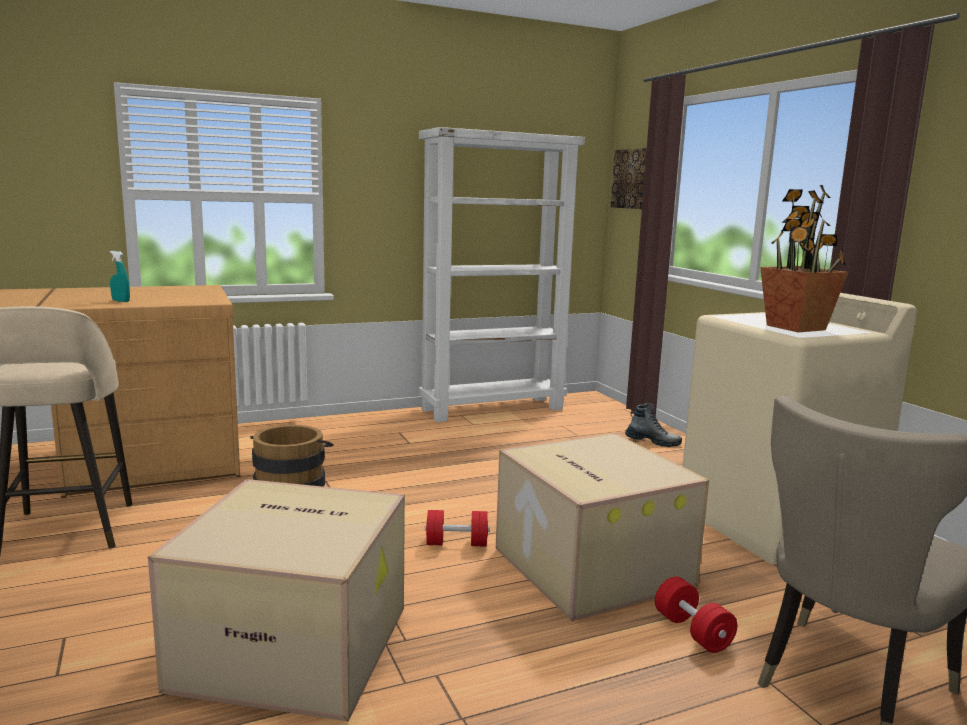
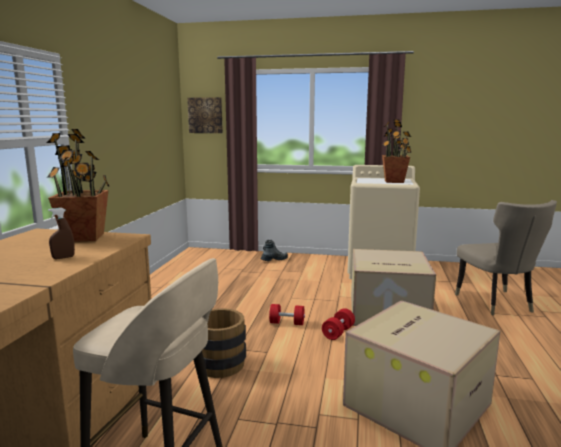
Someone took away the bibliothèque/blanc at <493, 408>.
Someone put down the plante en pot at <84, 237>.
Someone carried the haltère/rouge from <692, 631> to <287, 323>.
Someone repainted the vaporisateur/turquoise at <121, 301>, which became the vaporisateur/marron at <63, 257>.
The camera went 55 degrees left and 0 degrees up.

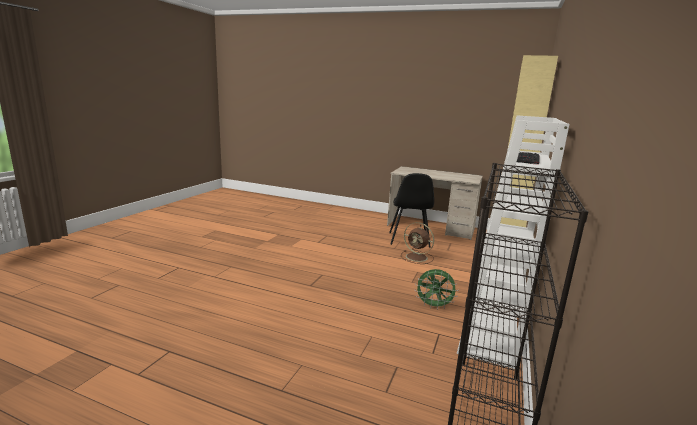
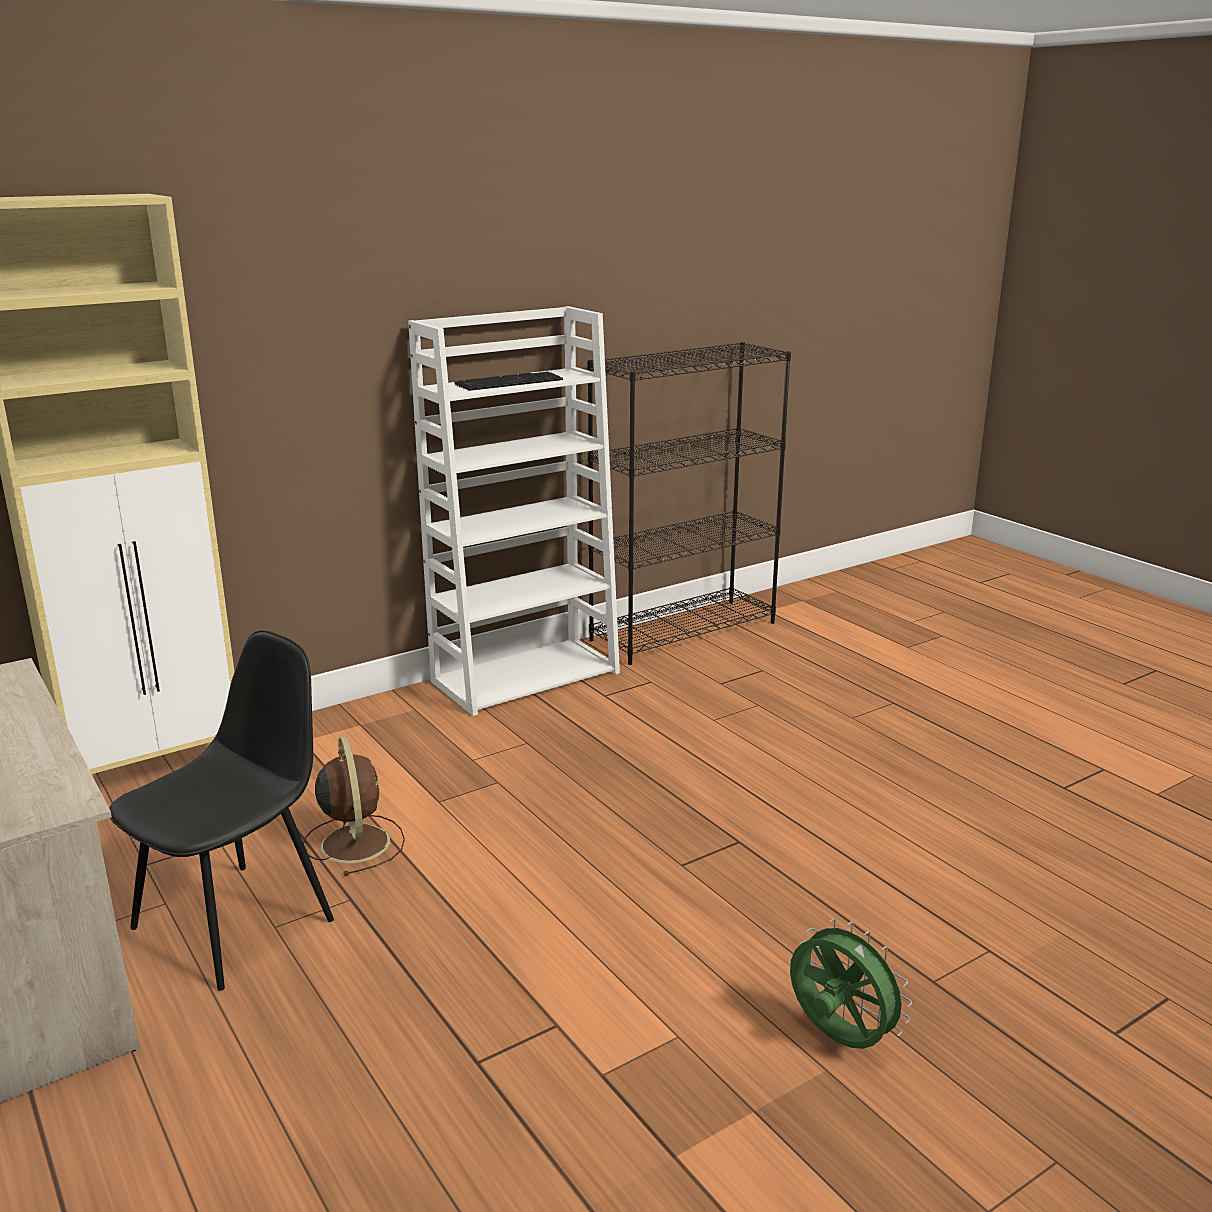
Someone carried the ventilateur/vert from <434, 306> to <838, 1039>.
The camera went 145 degrees left and 5 degrees up.

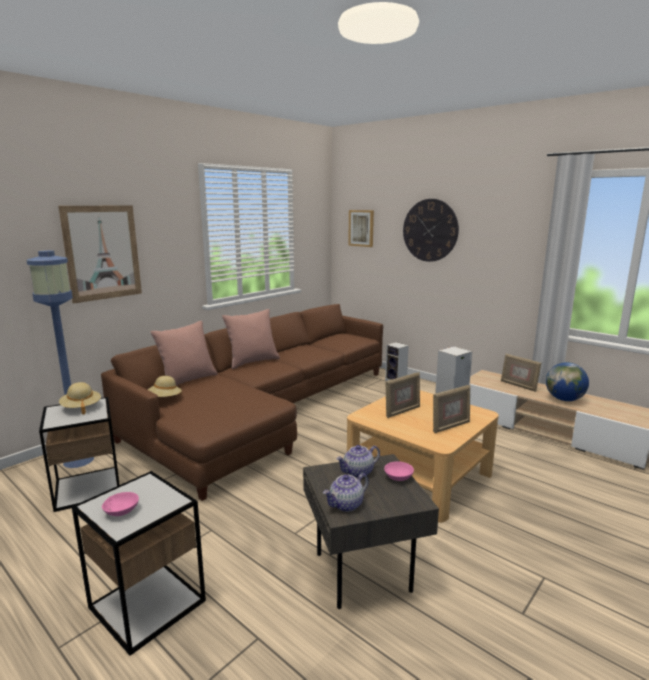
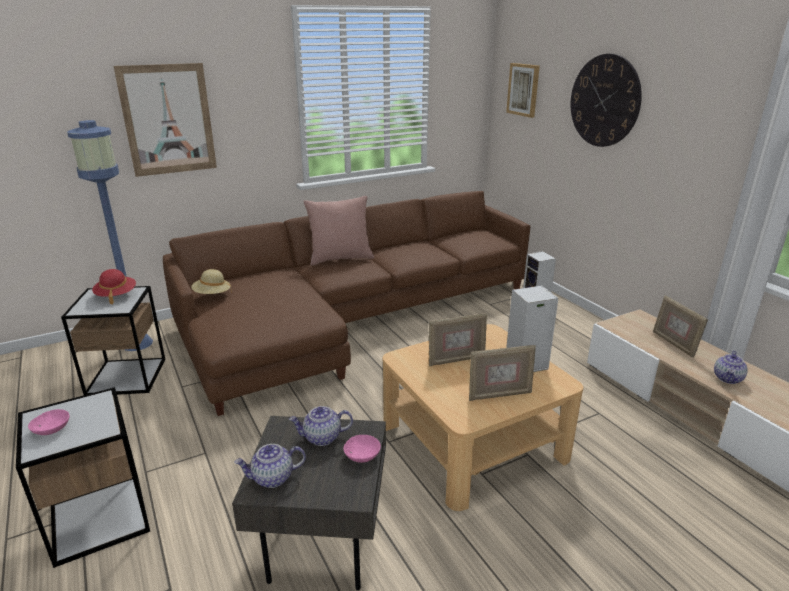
Someone took away the coussin/rose at <187, 380>.
Someone swapped the globe at <564, 399> for the théière at <728, 378>.
Someone repainted the chapeau/beige at <81, 407>, which became the chapeau/rouge at <116, 295>.
The camera went 20 degrees right and 10 degrees up.

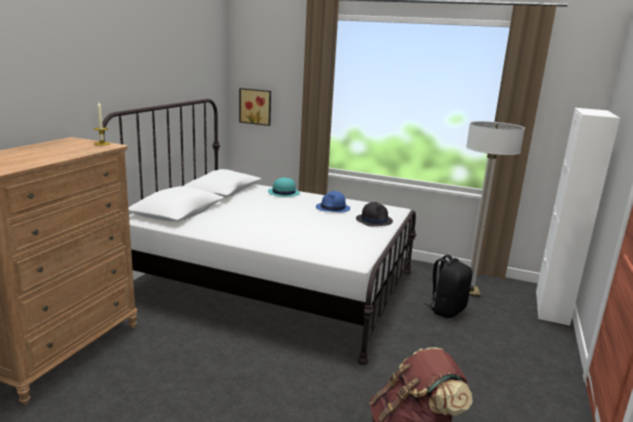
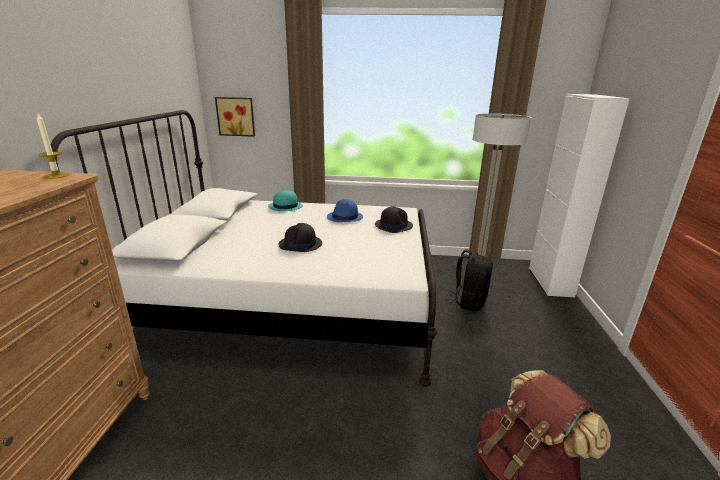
Someone put down the chapeau/noir at <300, 244>.
The camera went 15 degrees left and 5 degrees up.

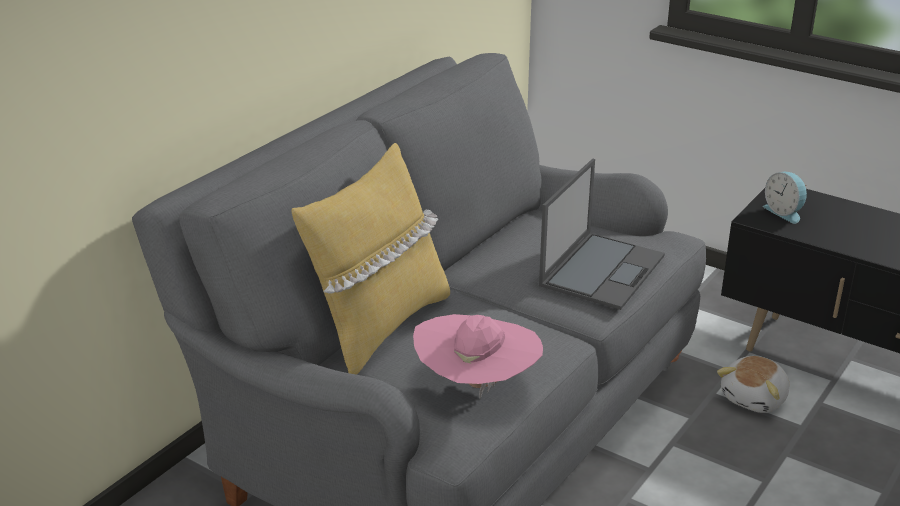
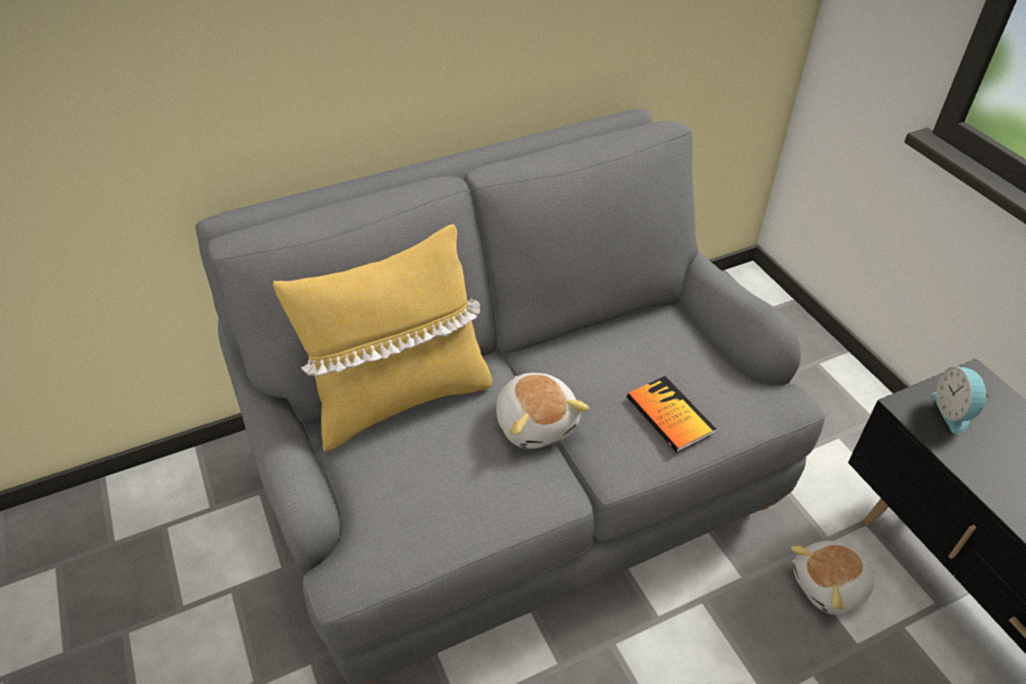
Someone took away the chapeau/rose at <477, 386>.
Someone put down the peluche at <537, 423>.
Someone swapped the ordinateur portable at <602, 270> for the livre at <669, 415>.
The camera went 30 degrees right and 15 degrees up.

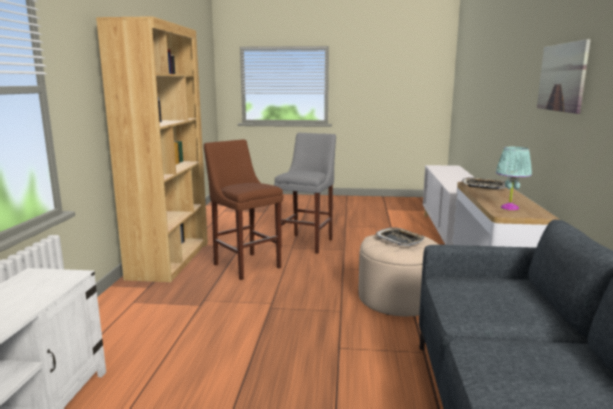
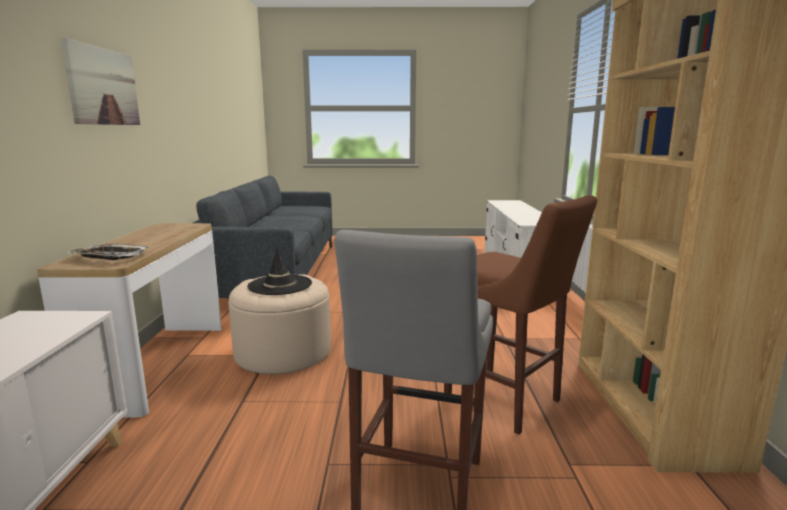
Someone took away the lampe de table/turquoise at <509, 208>.
Someone swapped the plateau at <399, 240> for the chapeau/noir at <280, 285>.
The camera went 175 degrees right and 0 degrees up.

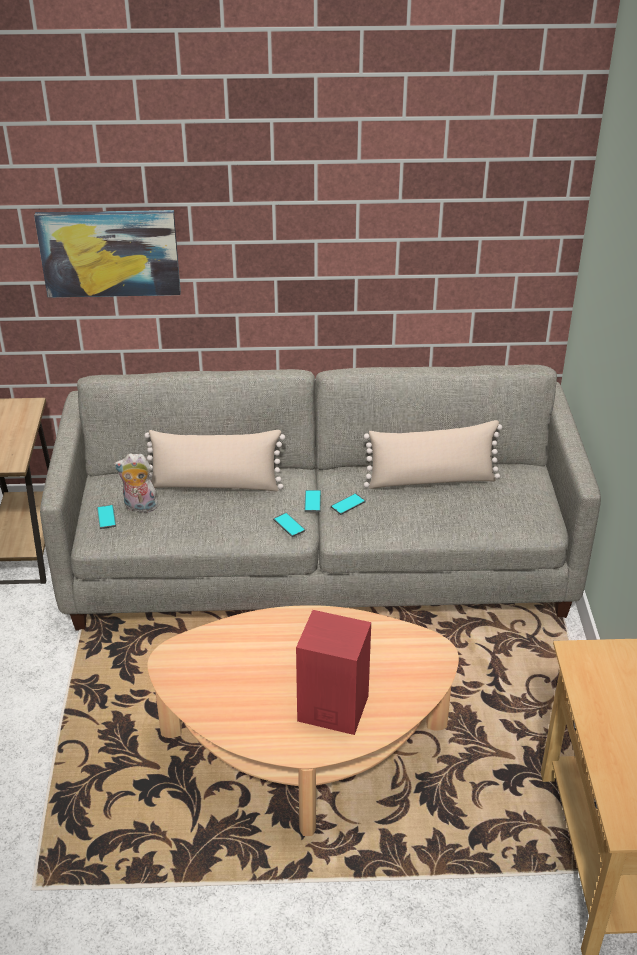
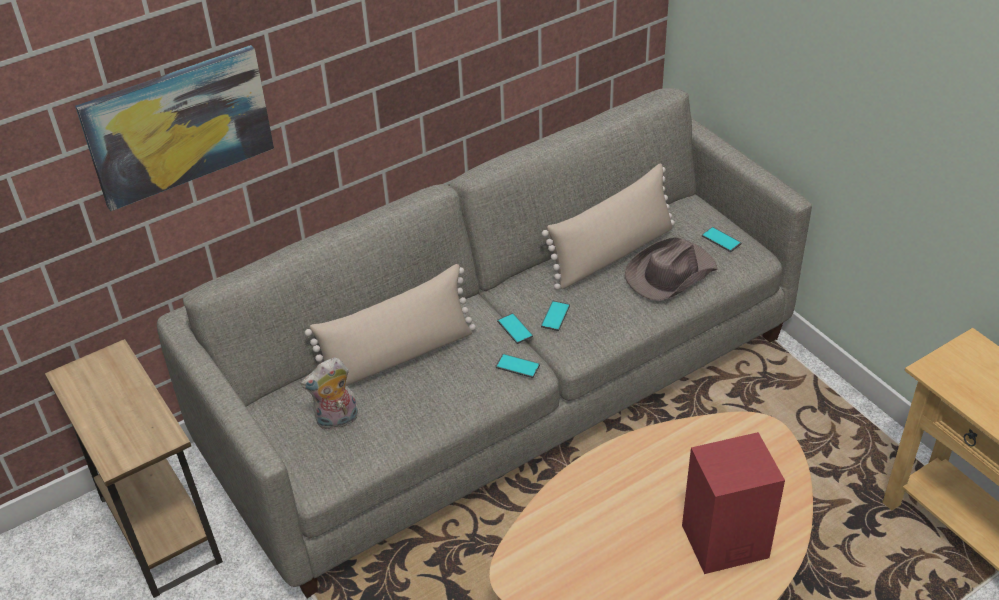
Someone put down the chapeau/marron at <669, 274>.
Someone carried the téléphone from <106, 517> to <721, 240>.
The camera went 30 degrees left and 5 degrees up.

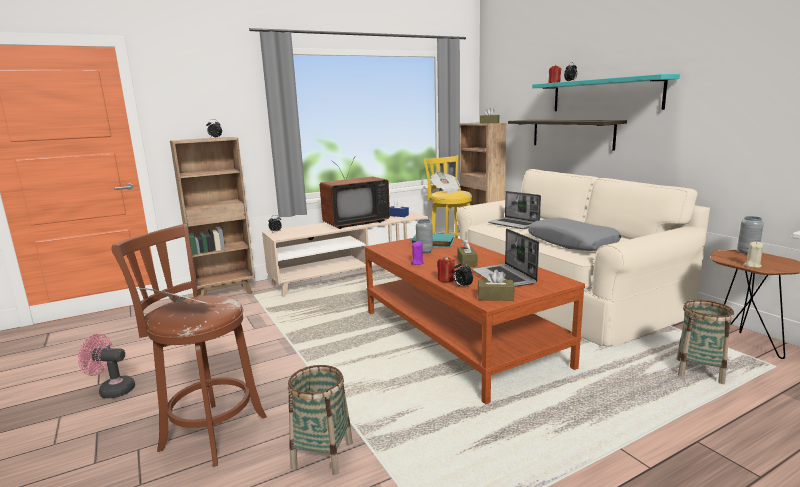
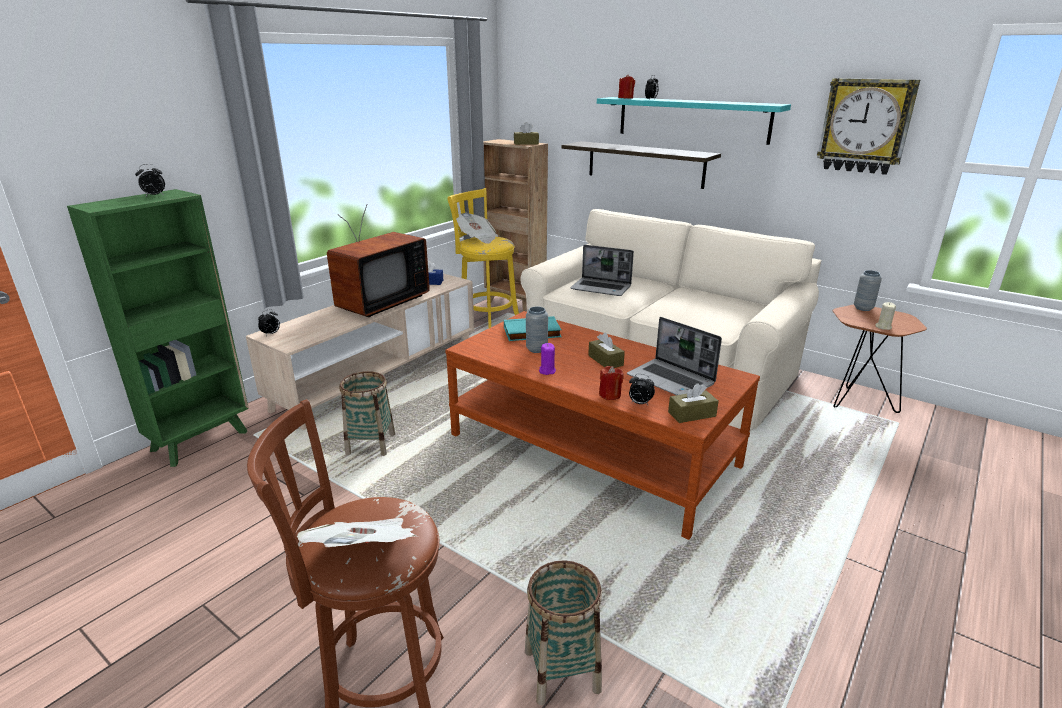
Someone took away the ventilateur/rose at <112, 390>.
Someone took away the coussin/gris at <572, 243>.
Someone put up the horloge murale at <865, 126>.
Someone carried the panier from <699, 371> to <371, 444>.
Someone repainted the bibliothèque/marron at <226, 293>, which became the bibliothèque/vert at <202, 440>.
The camera went 25 degrees left and 10 degrees up.

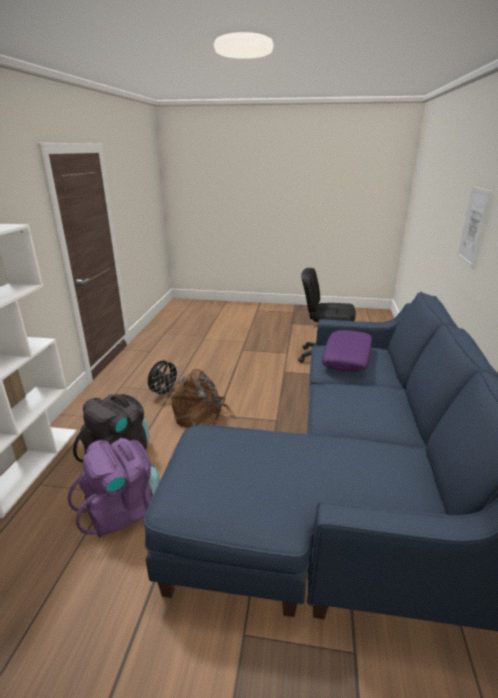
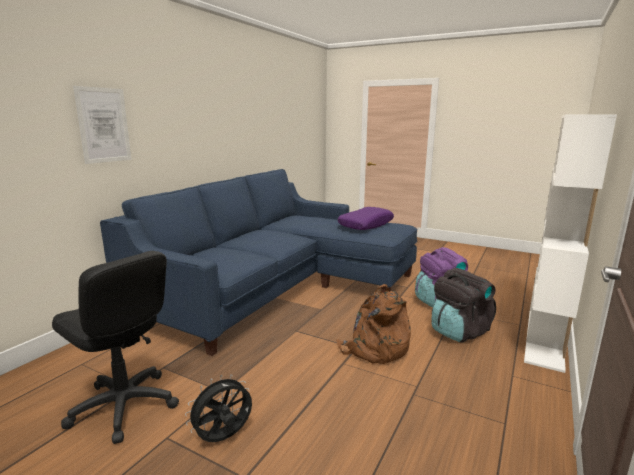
Someone carried the ventilateur/noir from <164, 393> to <223, 438>.
Someone carried the coussin/violet from <347, 358> to <365, 225>.
The camera went 160 degrees left and 10 degrees down.

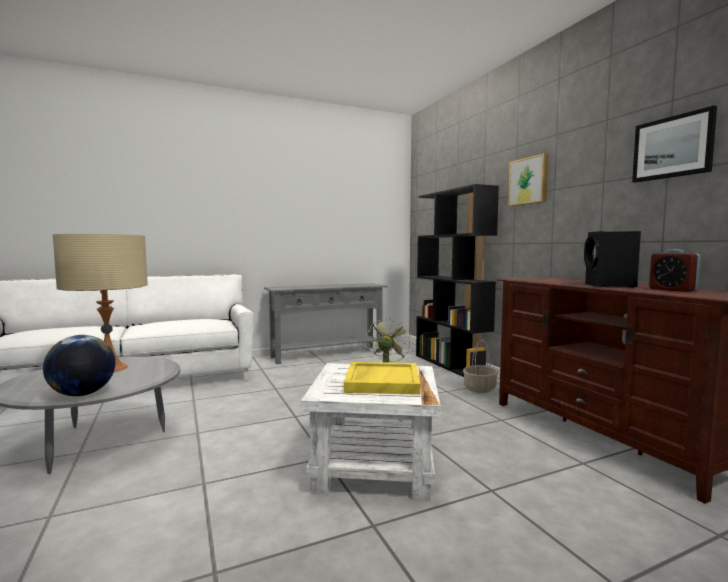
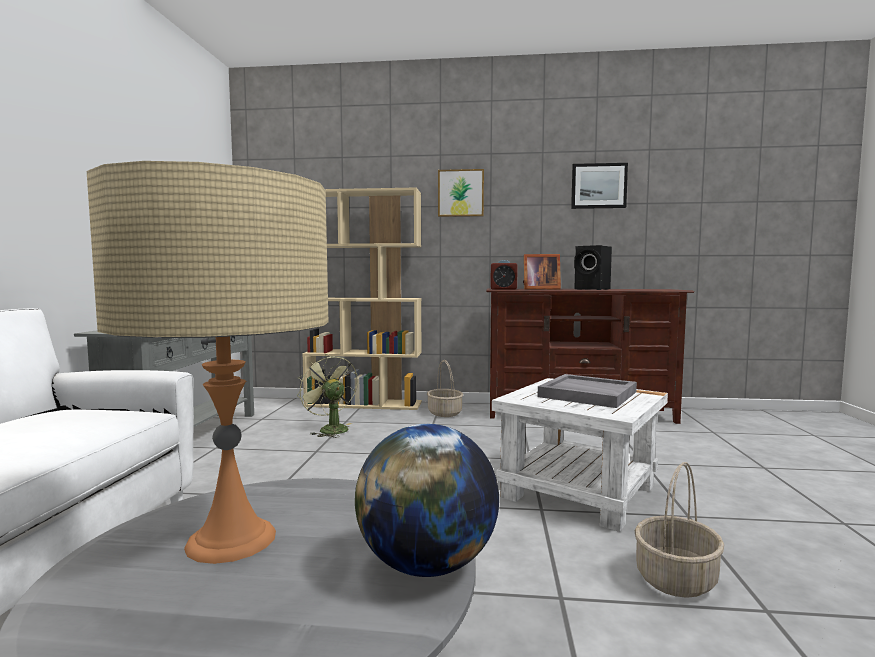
Someone put down the cadre photo at <539, 289>.
Someone put down the panier at <676, 579>.
Someone carried the réveil from <672, 290> to <503, 289>.
Someone repainted the plateau/jaune at <381, 381>, which became the plateau/gris at <586, 394>.
Someone repainted the bibliothèque/noir at <451, 365>, which became the bibliothèque/beige at <364, 404>.
The camera went 60 degrees left and 0 degrees up.

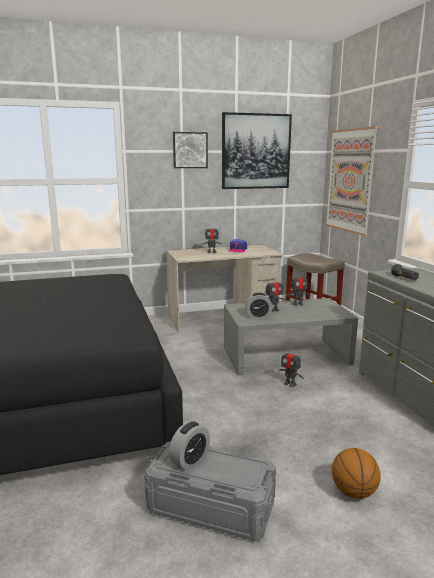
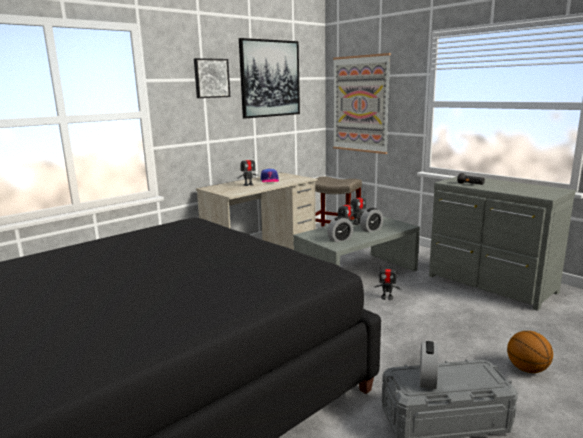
Someone put down the réveil at <371, 229>.
The camera went 25 degrees left and 0 degrees up.

